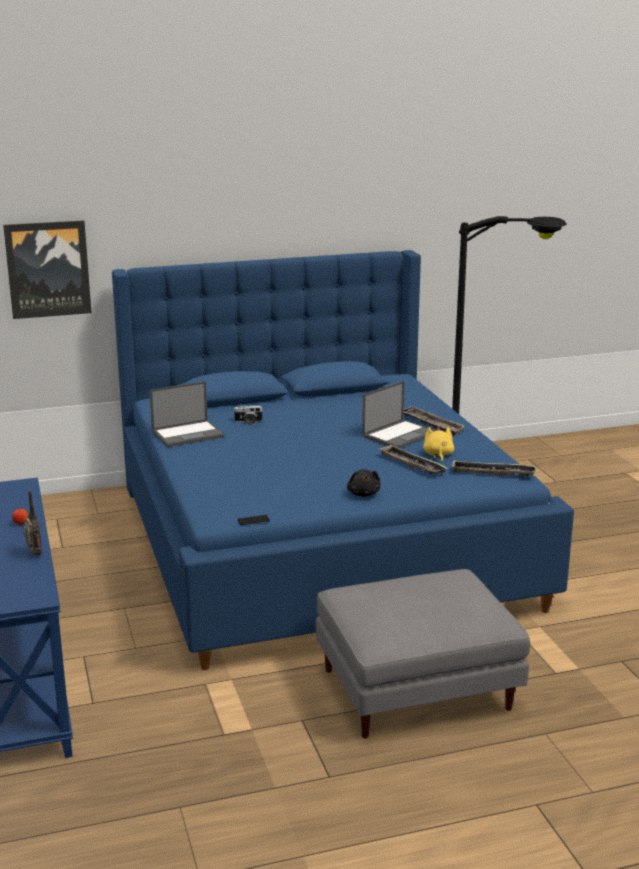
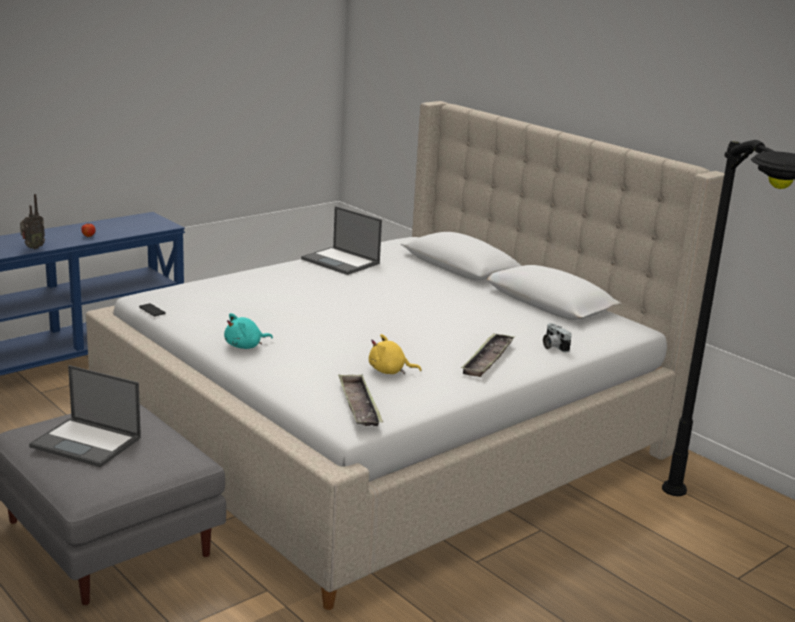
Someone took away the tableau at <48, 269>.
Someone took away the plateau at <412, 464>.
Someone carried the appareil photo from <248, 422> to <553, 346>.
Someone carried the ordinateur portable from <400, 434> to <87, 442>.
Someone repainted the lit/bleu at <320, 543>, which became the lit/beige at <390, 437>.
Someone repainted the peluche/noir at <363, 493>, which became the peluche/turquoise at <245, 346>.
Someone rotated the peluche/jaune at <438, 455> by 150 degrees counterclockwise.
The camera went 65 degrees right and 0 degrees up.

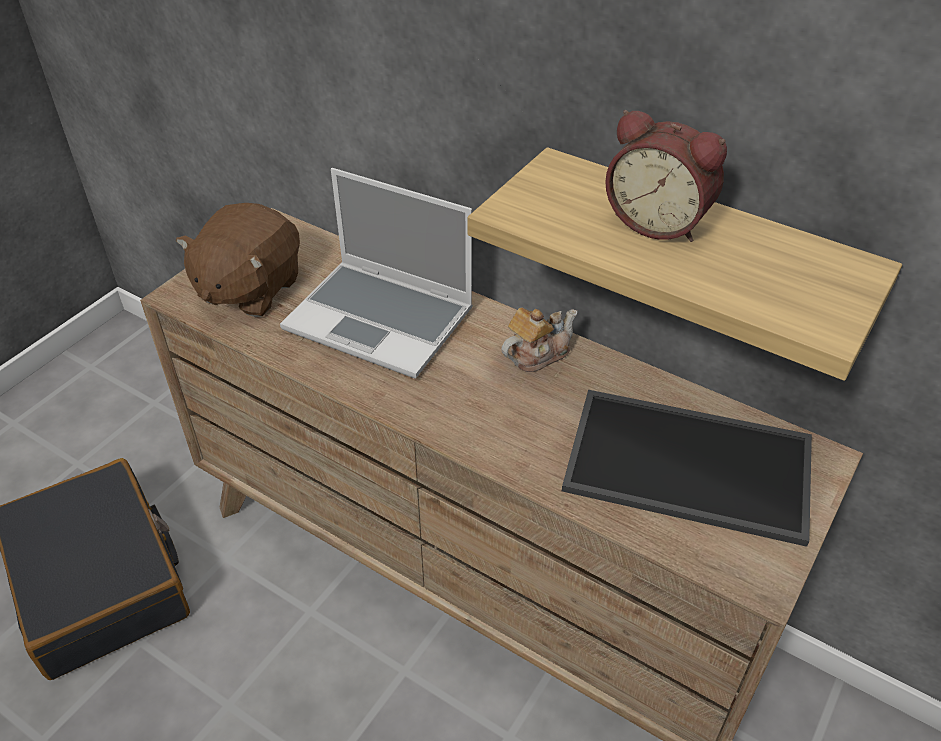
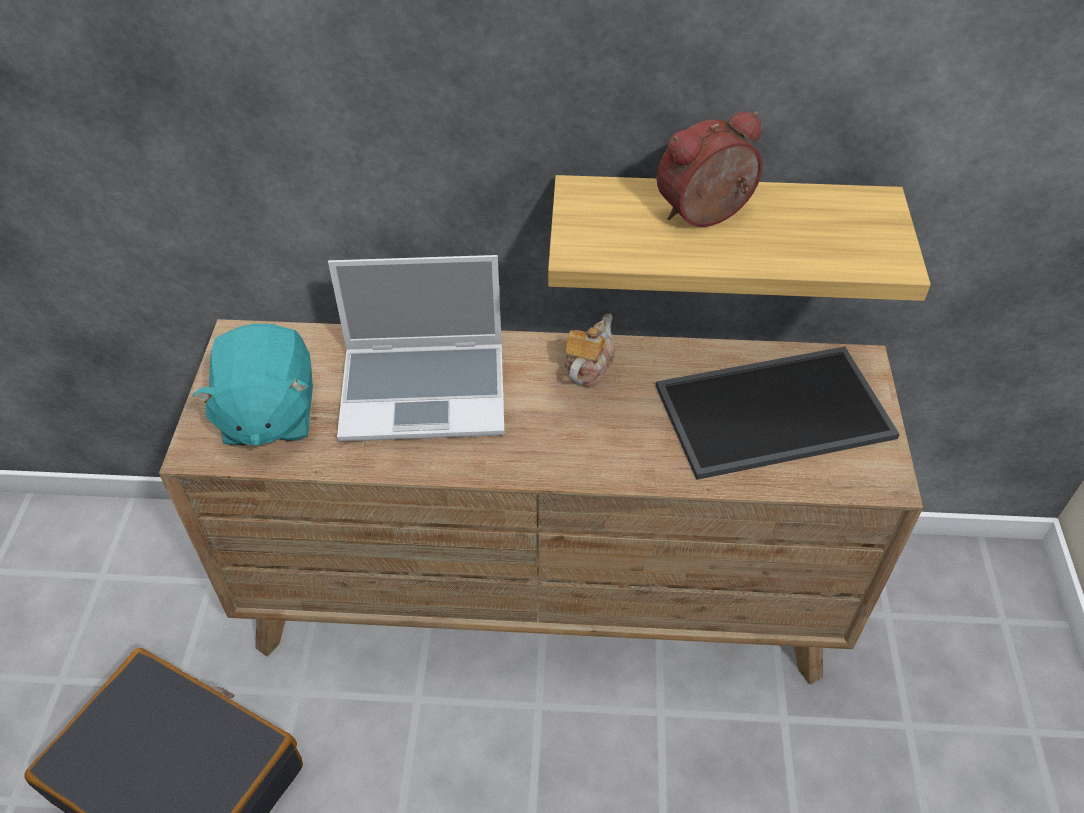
Someone repainted the peluche/marron at <249, 289>, which became the peluche/turquoise at <268, 414>.
Someone rotated the réveil at <659, 222> by 150 degrees clockwise.
The camera went 30 degrees left and 5 degrees up.

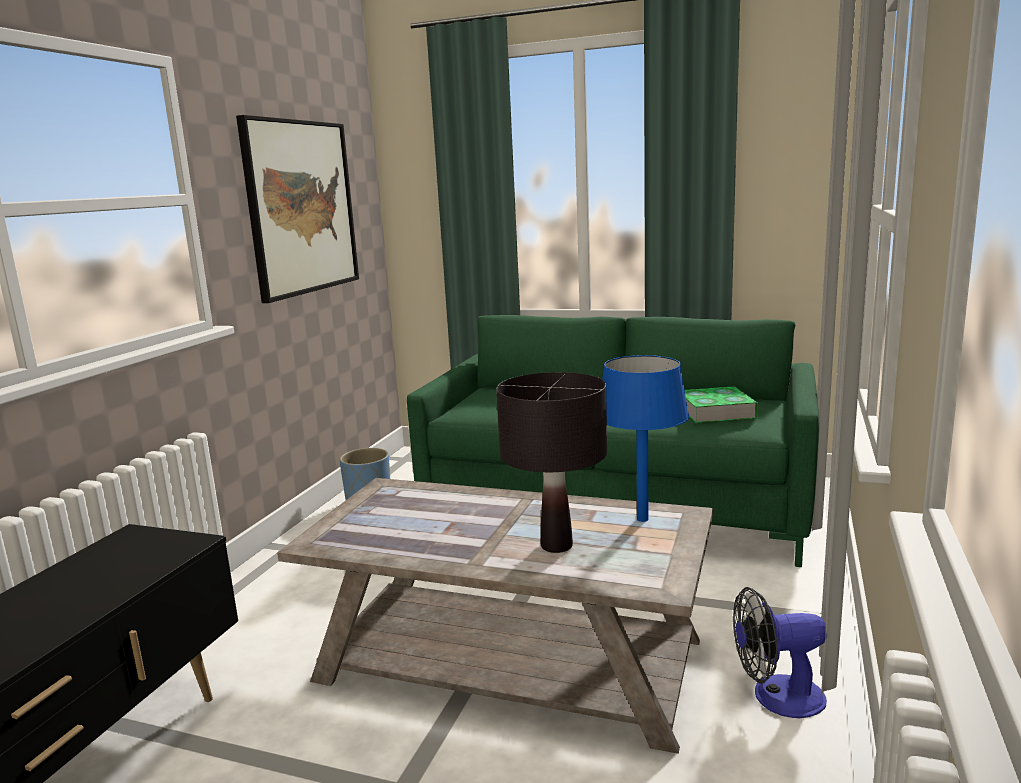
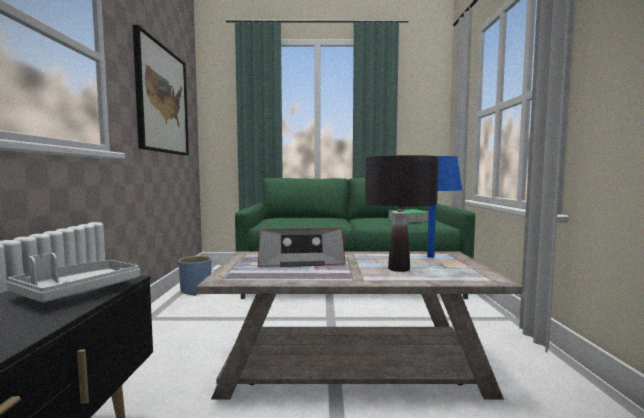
Someone took away the ventilateur at <776, 697>.
Someone put down the plateau/gris at <77, 292>.
Someone put down the radio at <301, 261>.
The camera went 20 degrees left and 10 degrees down.

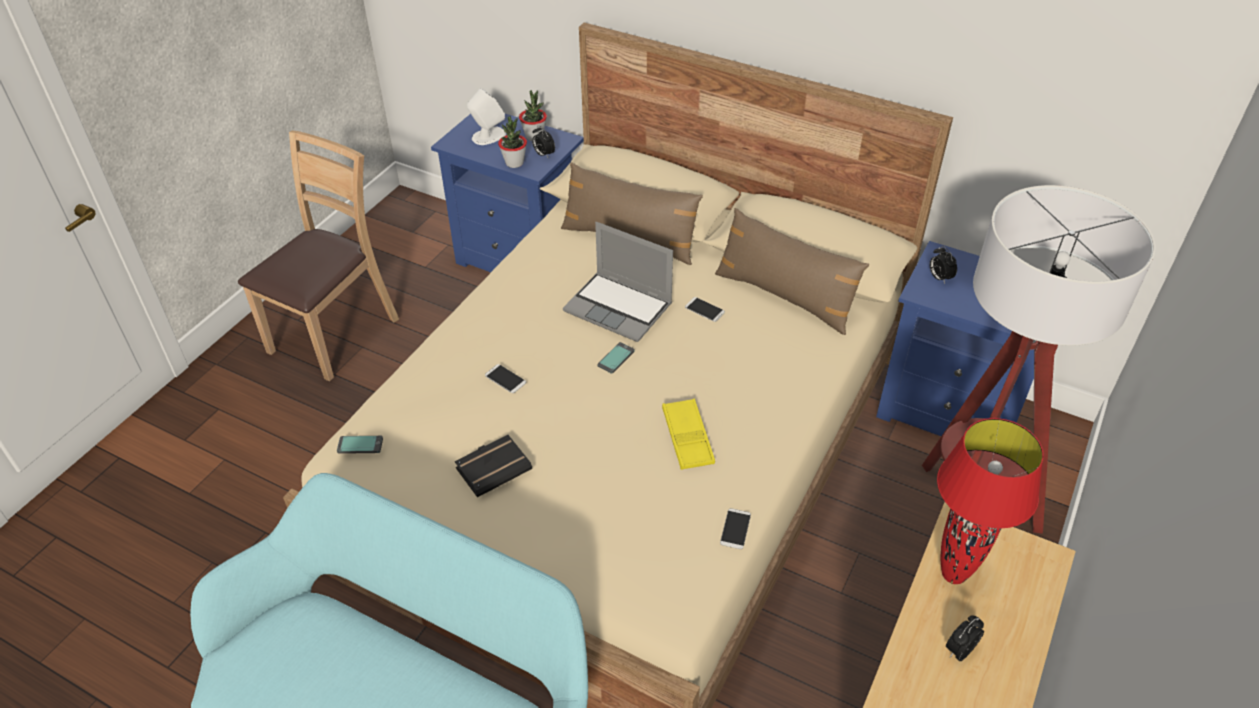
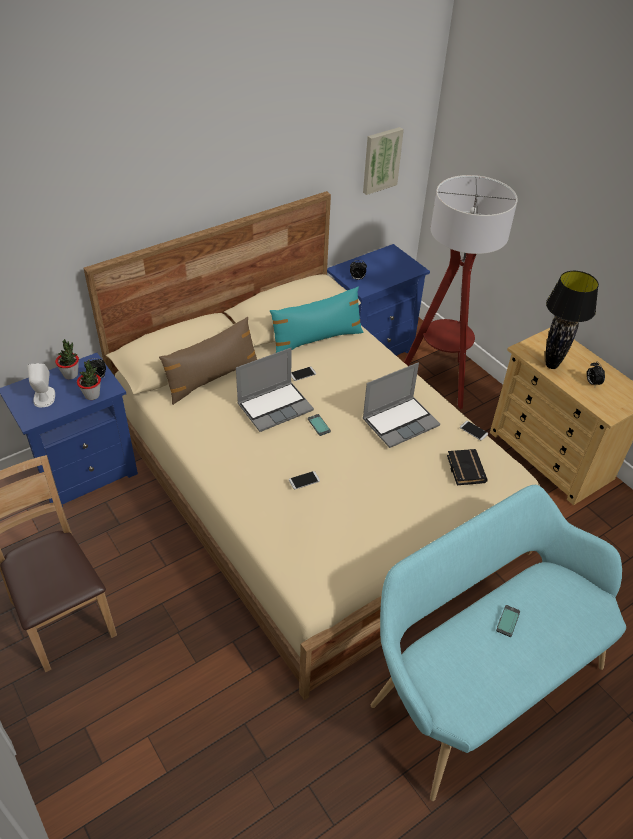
Someone put up the tableau at <381, 160>.
Someone carried the téléphone from <360, 445> to <507, 621>.
Someone carried the livre/noir from <494, 467> to <464, 469>.
Someone swapped the plateau/jaune at <687, 438> for the ordinateur portable at <400, 422>.
Someone repainted the coussin/marron at <785, 296>, which became the coussin/turquoise at <316, 339>.
Someone repainted the lampe de table/rouge at <952, 574>, which became the lampe de table/noir at <551, 365>.
The camera went 65 degrees left and 0 degrees up.

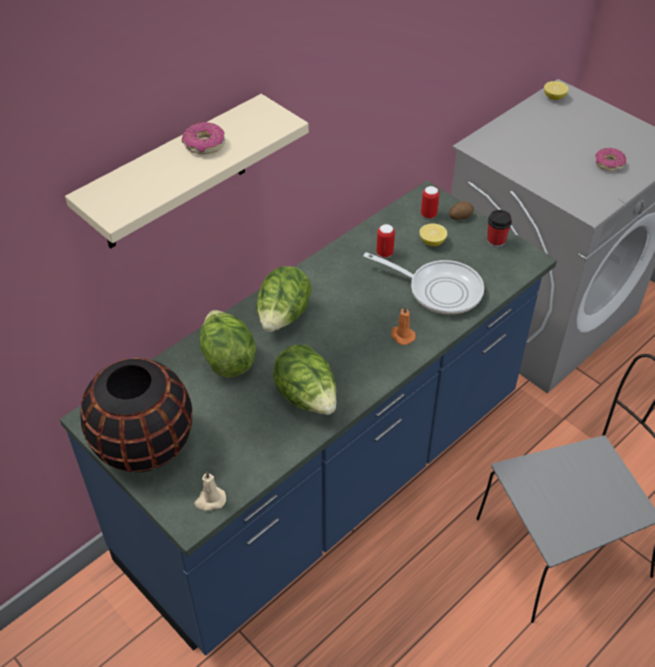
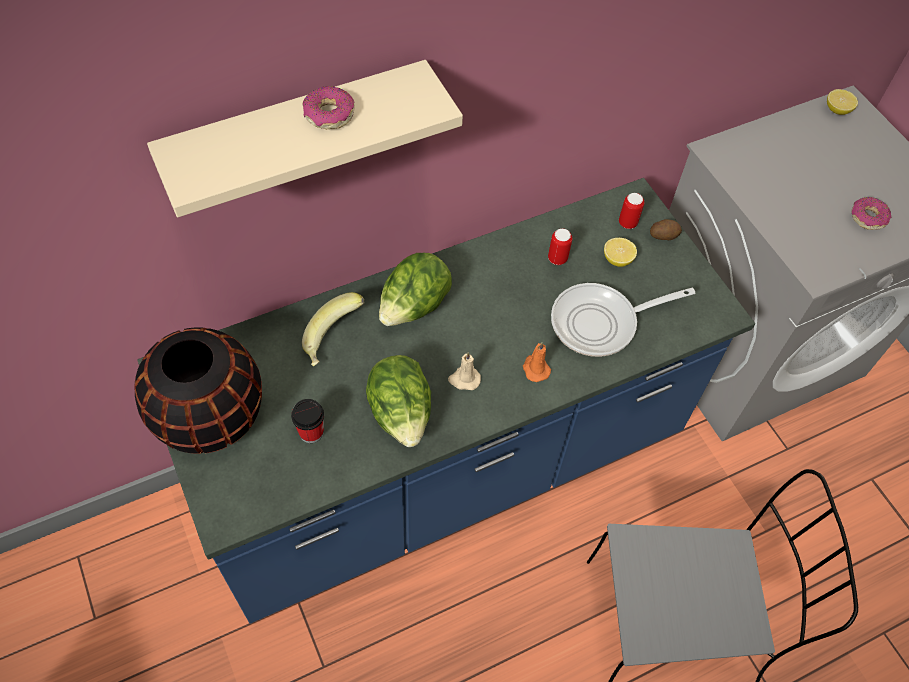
Someone carried the bougie/beige from <210, 500> to <464, 379>.
Someone carried the tasse from <496, 241> to <311, 432>.
Someone swapped the laitue at <227, 359> for the banane at <334, 340>.
Someone rotated the poêle at <439, 290> by 120 degrees clockwise.
The camera went 15 degrees right and 10 degrees up.

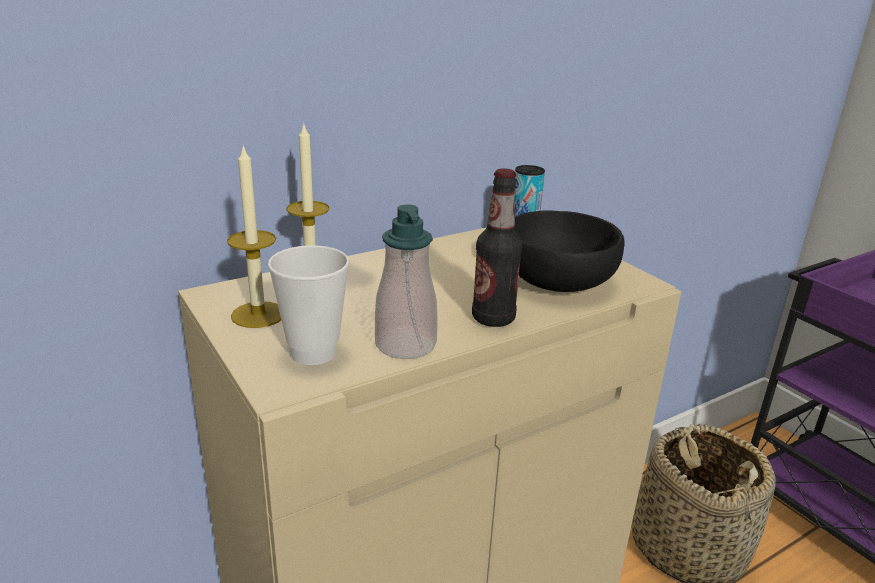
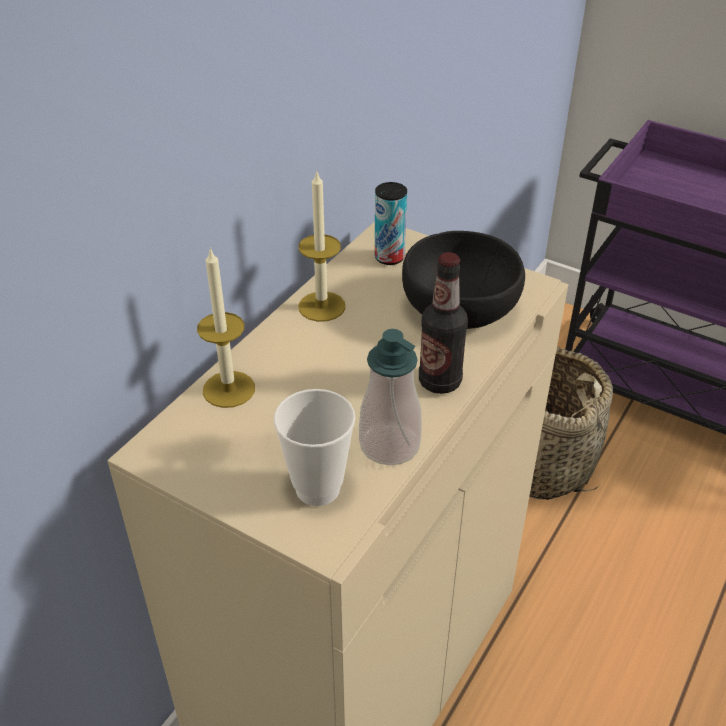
Someone carried the bougie from <258, 315> to <321, 306>.
The camera went 25 degrees left and 15 degrees up.

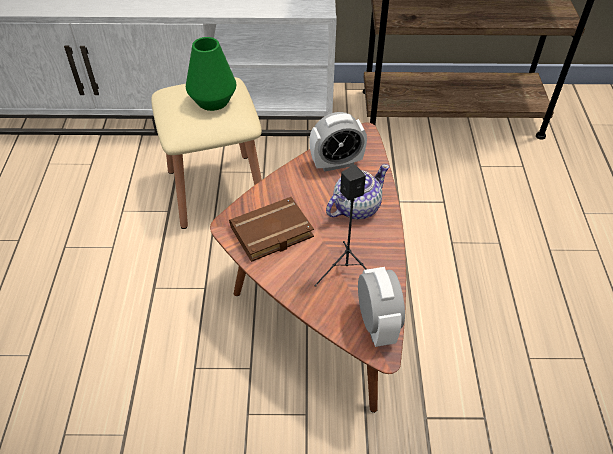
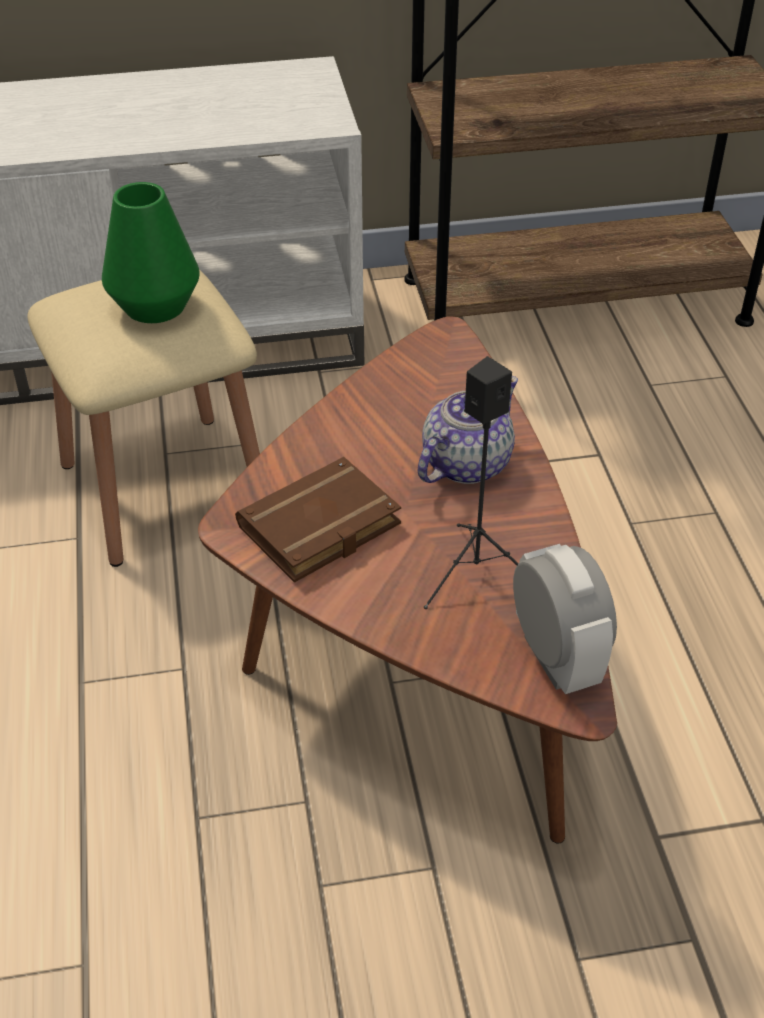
Someone took away the réveil at <336, 163>.
The camera went 10 degrees left and 5 degrees down.

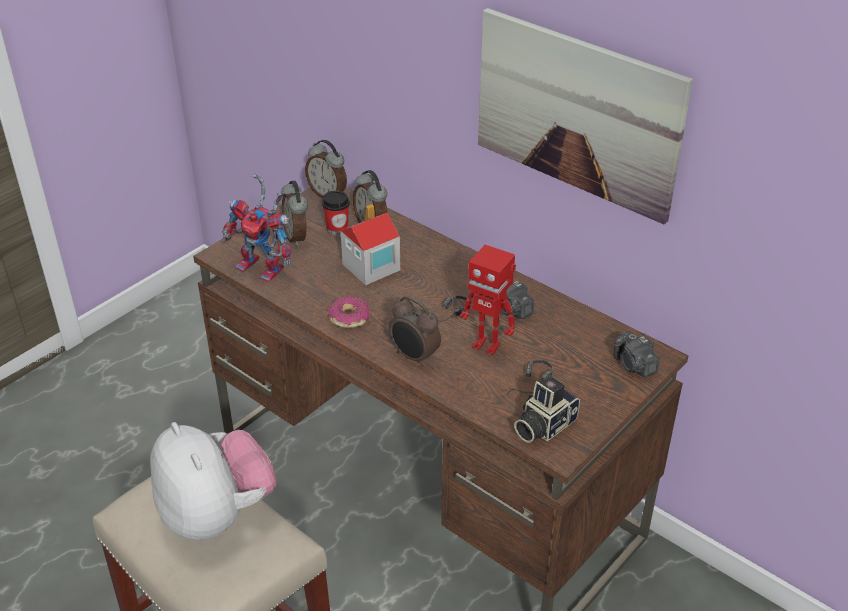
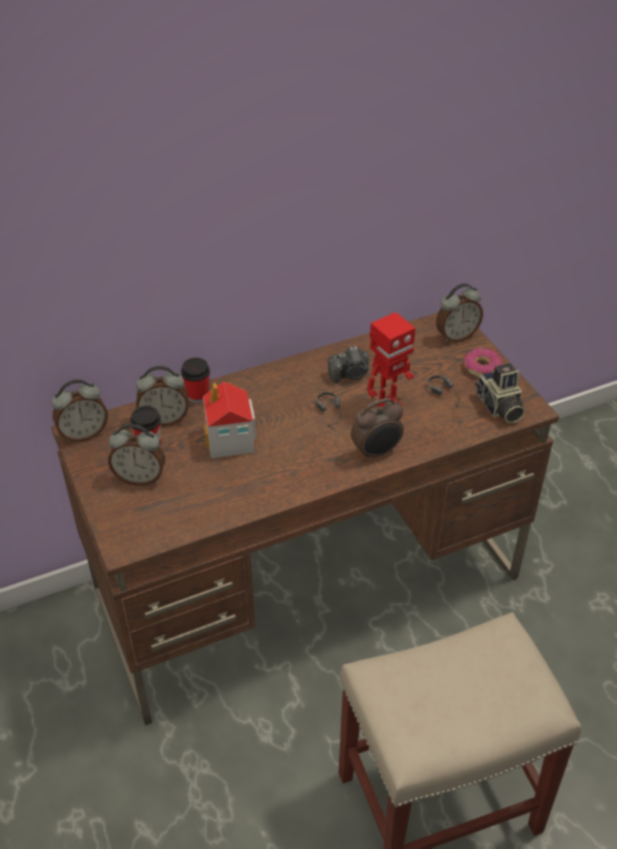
Someone took away the peluche at <217, 515>.
Someone took away the robot jouet at <266, 268>.
Someone took away the tableau at <577, 113>.
Someone put down the tasse at <198, 395>.
Someone carried the beignet from <349, 317> to <482, 368>.
Someone swapped the appareil photo at <634, 365> for the réveil at <456, 336>.
The camera went 65 degrees left and 5 degrees up.

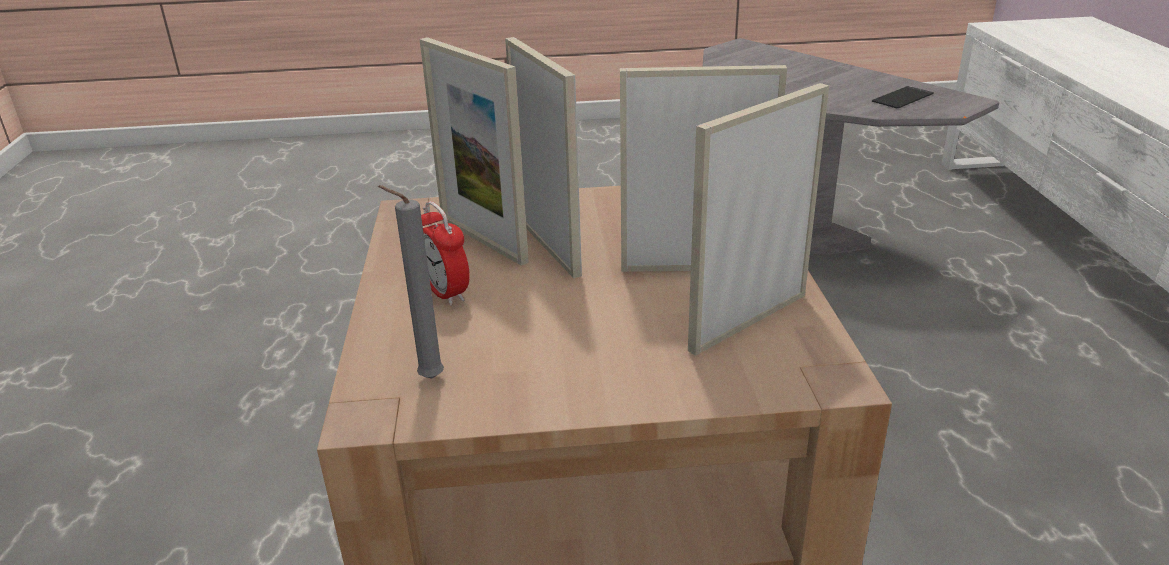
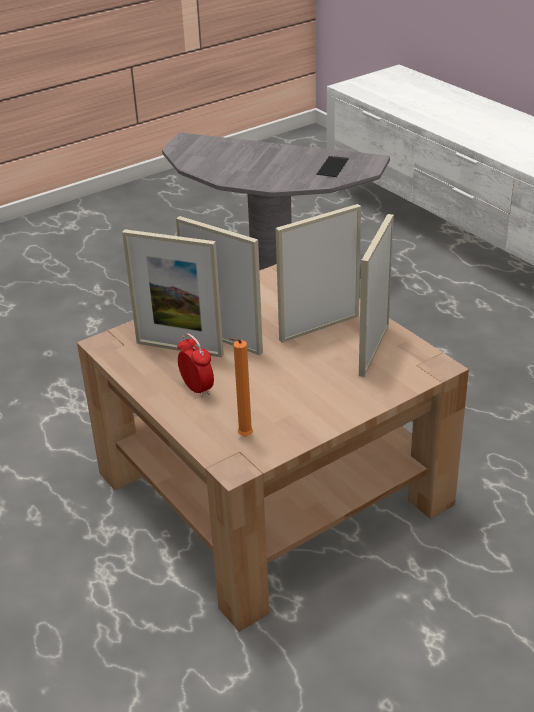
Someone repainted the bougie/gris at <427, 379>, which became the bougie/orange at <243, 437>.
Someone rotated the réveil at <446, 293> by 150 degrees counterclockwise.
The camera went 30 degrees left and 5 degrees up.

